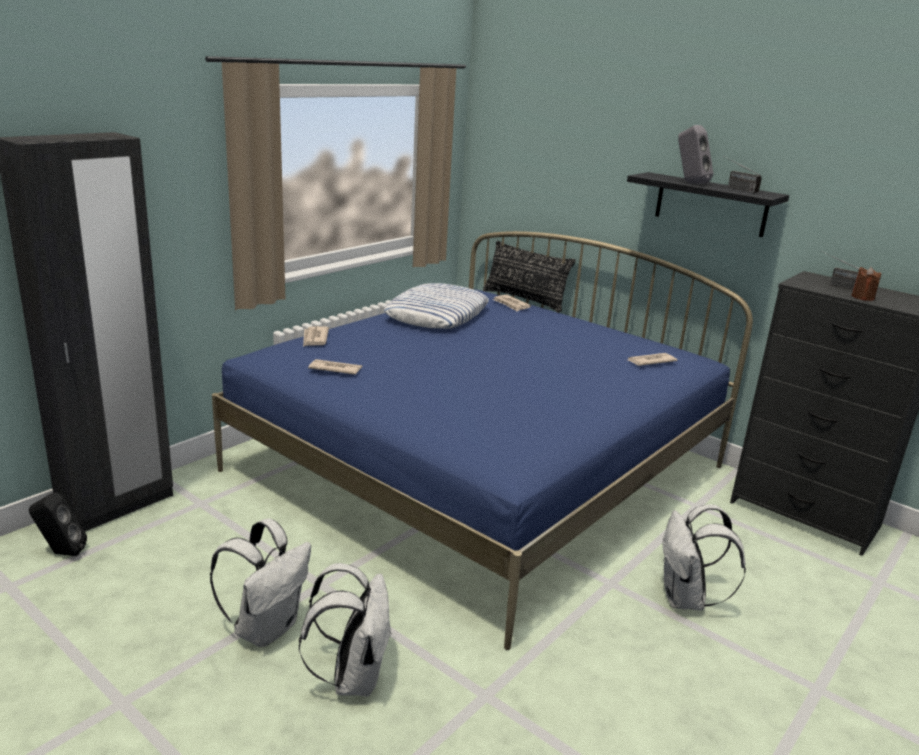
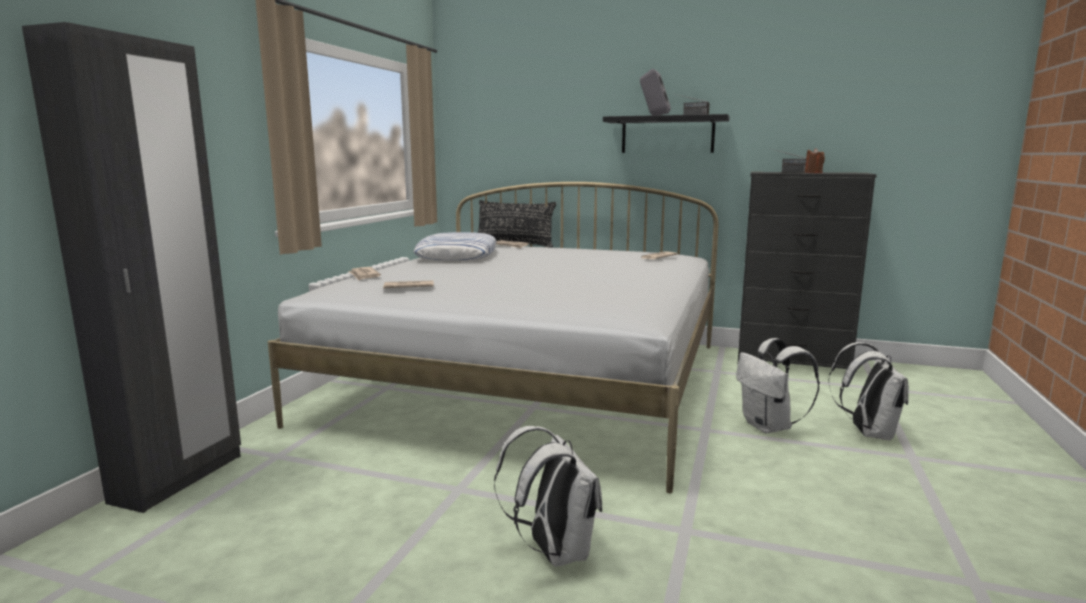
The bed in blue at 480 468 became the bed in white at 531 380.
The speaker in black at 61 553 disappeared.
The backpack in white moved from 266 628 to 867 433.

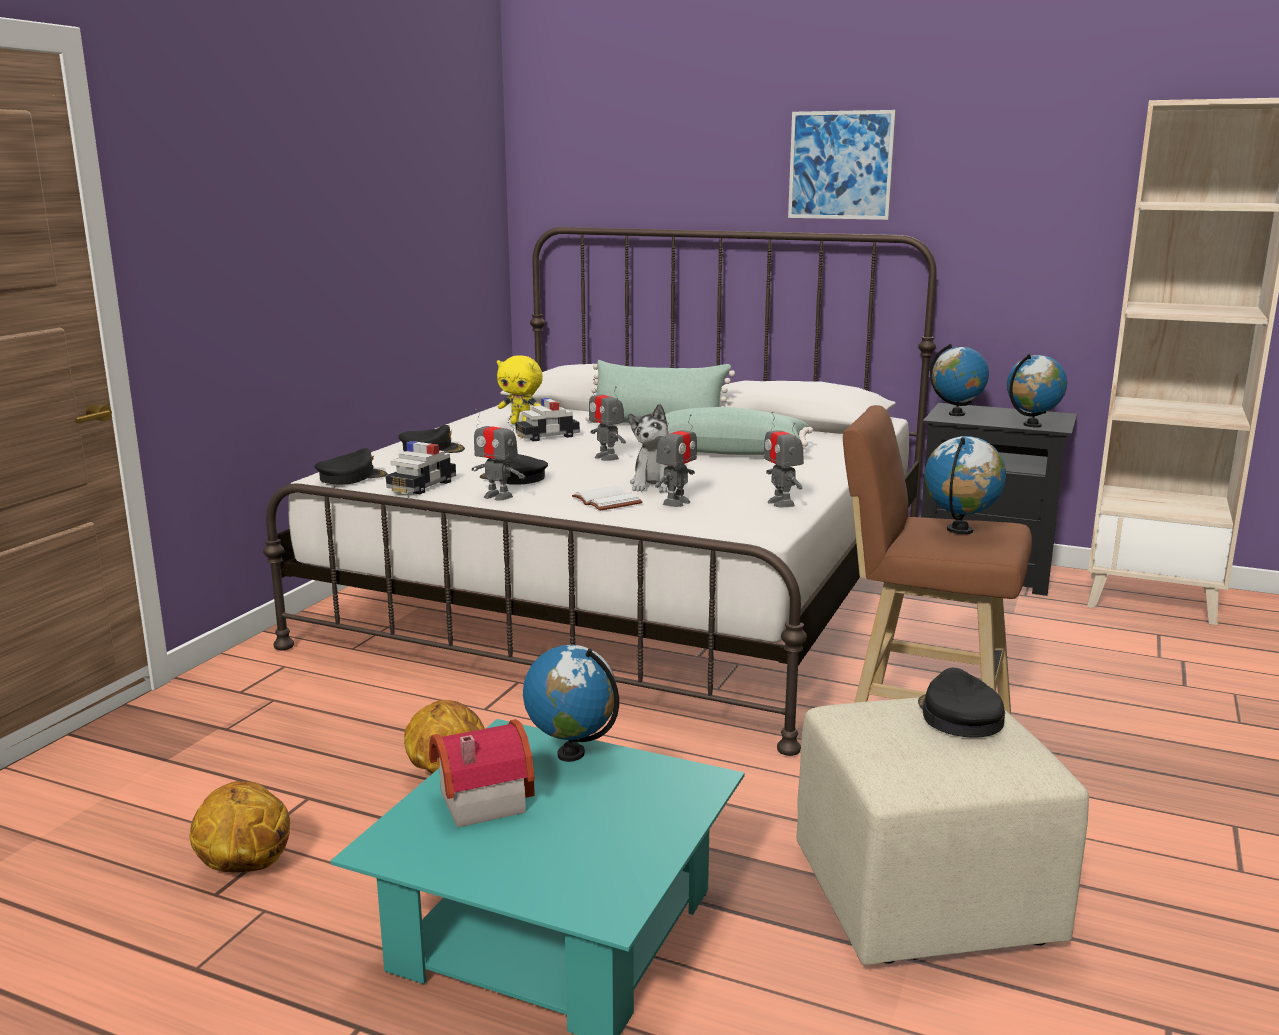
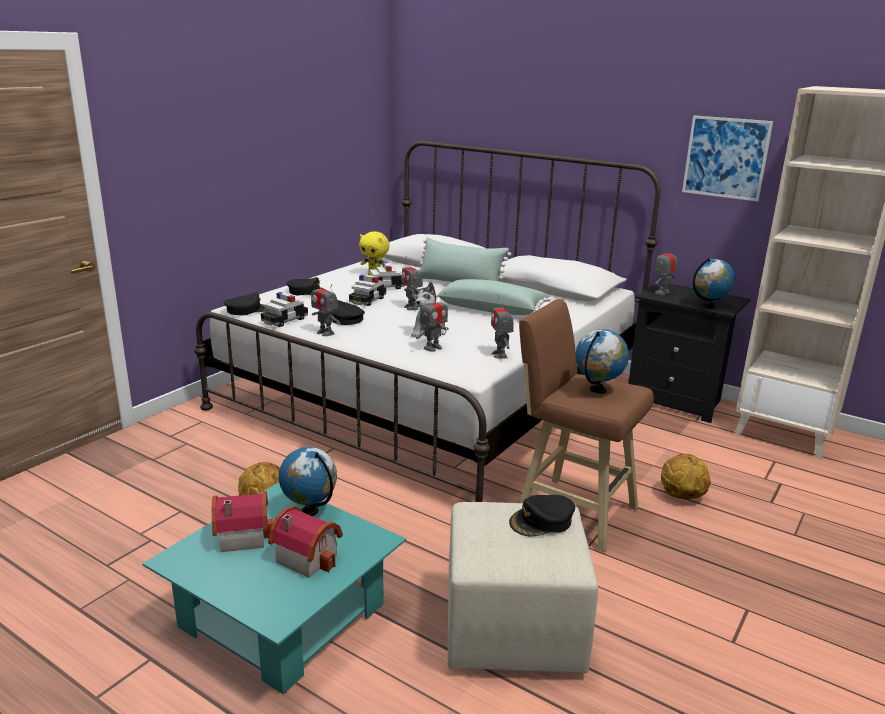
The picture moved from 840 165 to 725 158.
The globe at 956 414 was replaced by the toy robot at 662 292.
The book in white at 604 501 disappeared.
The cap in black at 958 716 turned 120 degrees counterclockwise.
The basketball moved from 244 867 to 681 496.
The toy car at 367 300 appeared.
The toy house at 308 555 appeared.

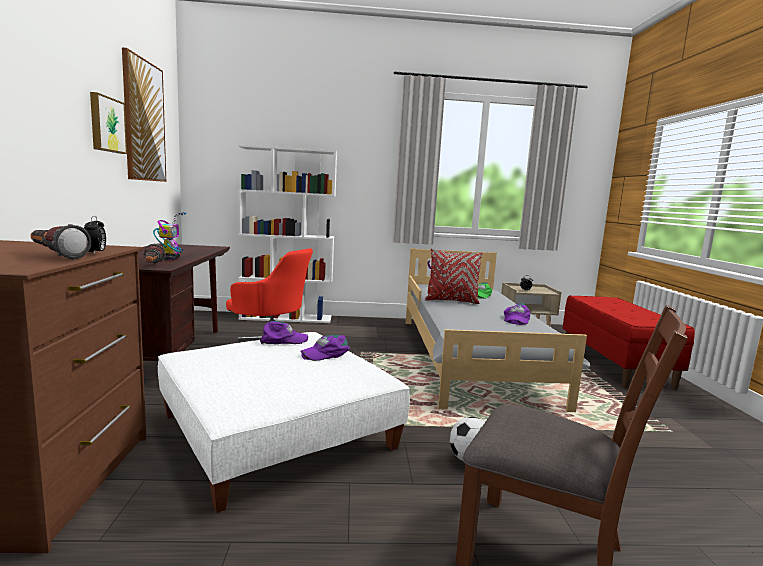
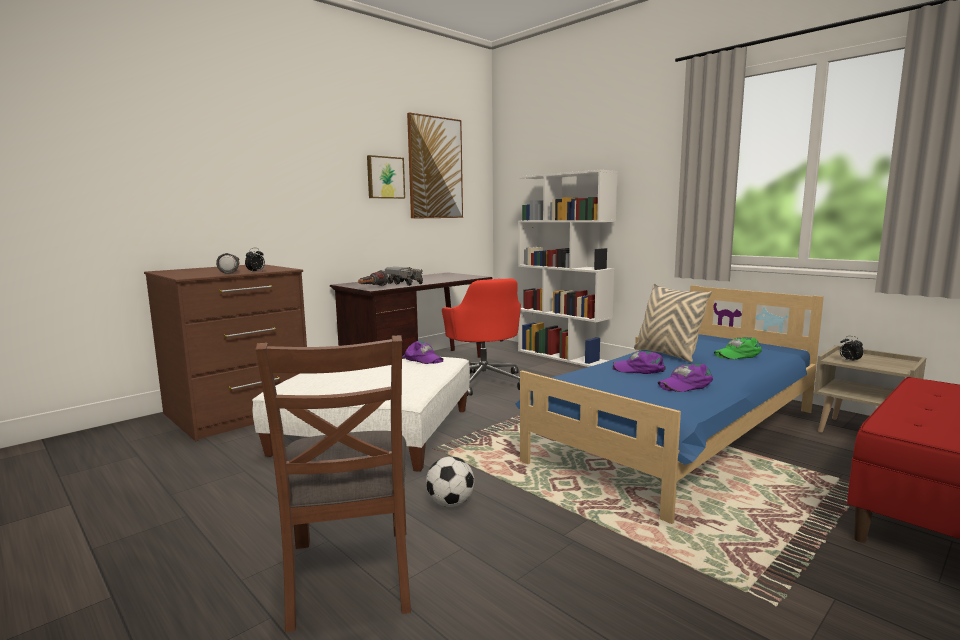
The toy robot at 171 259 was replaced by the toy truck at 405 283.
The bed in grey at 471 357 became the bed in blue at 681 435.
The pillow in red at 451 301 became the pillow in beige at 667 354.
The cap in purple moved from 326 353 to 639 369.

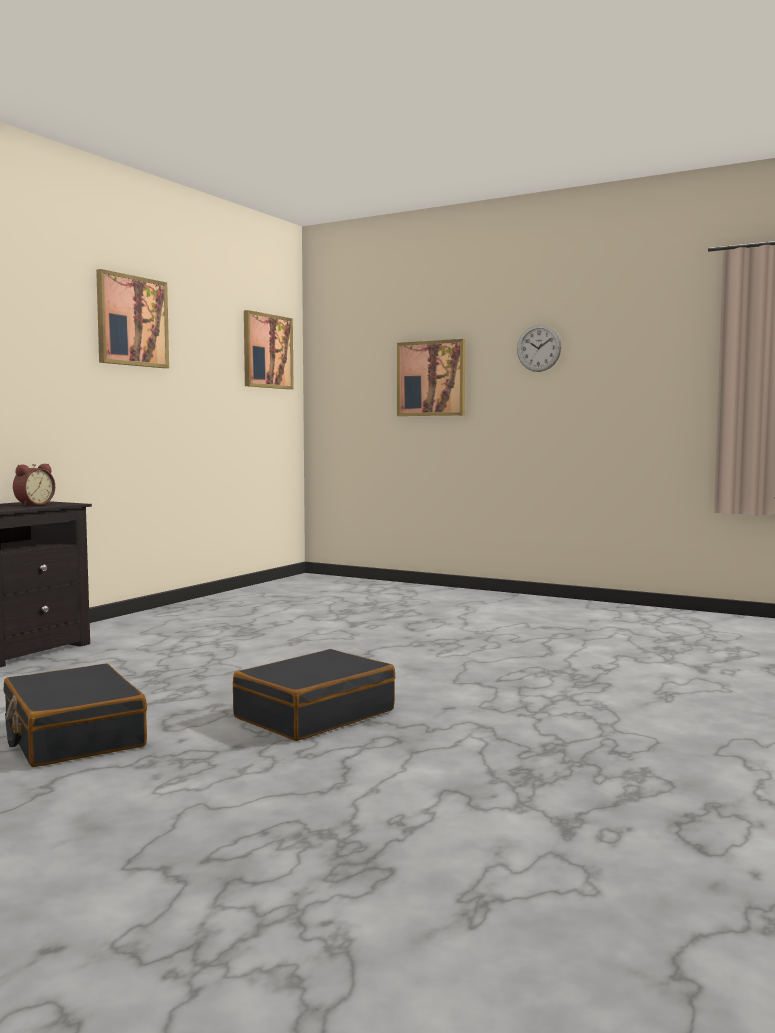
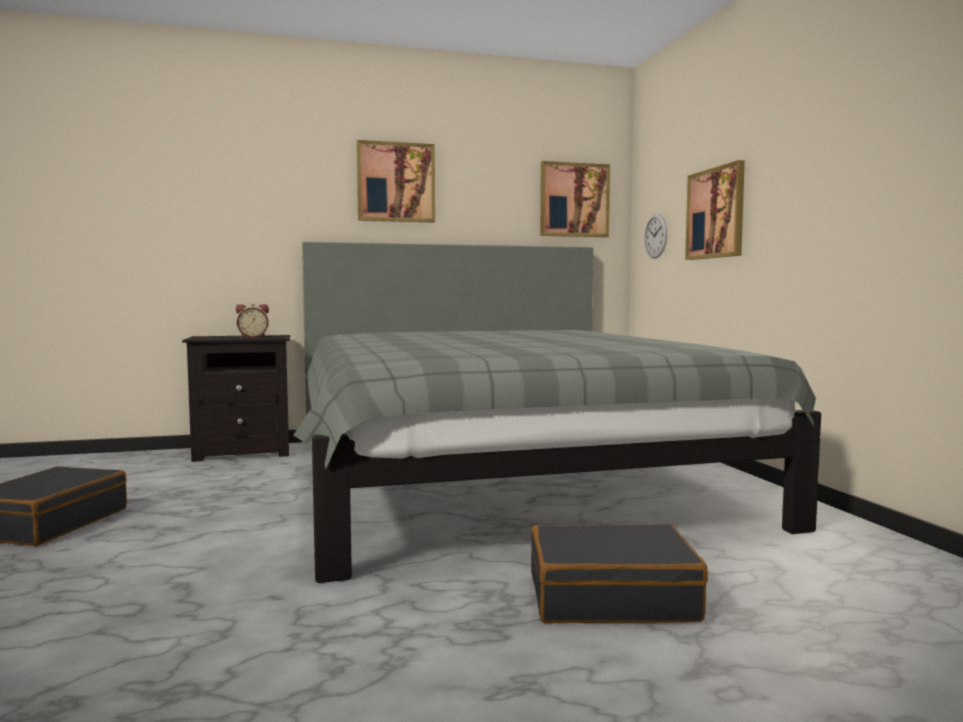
The wall clock moved from 539 348 to 656 236.
The suitcase in black moved from 314 714 to 611 596.
The bed in grey at 500 477 appeared.

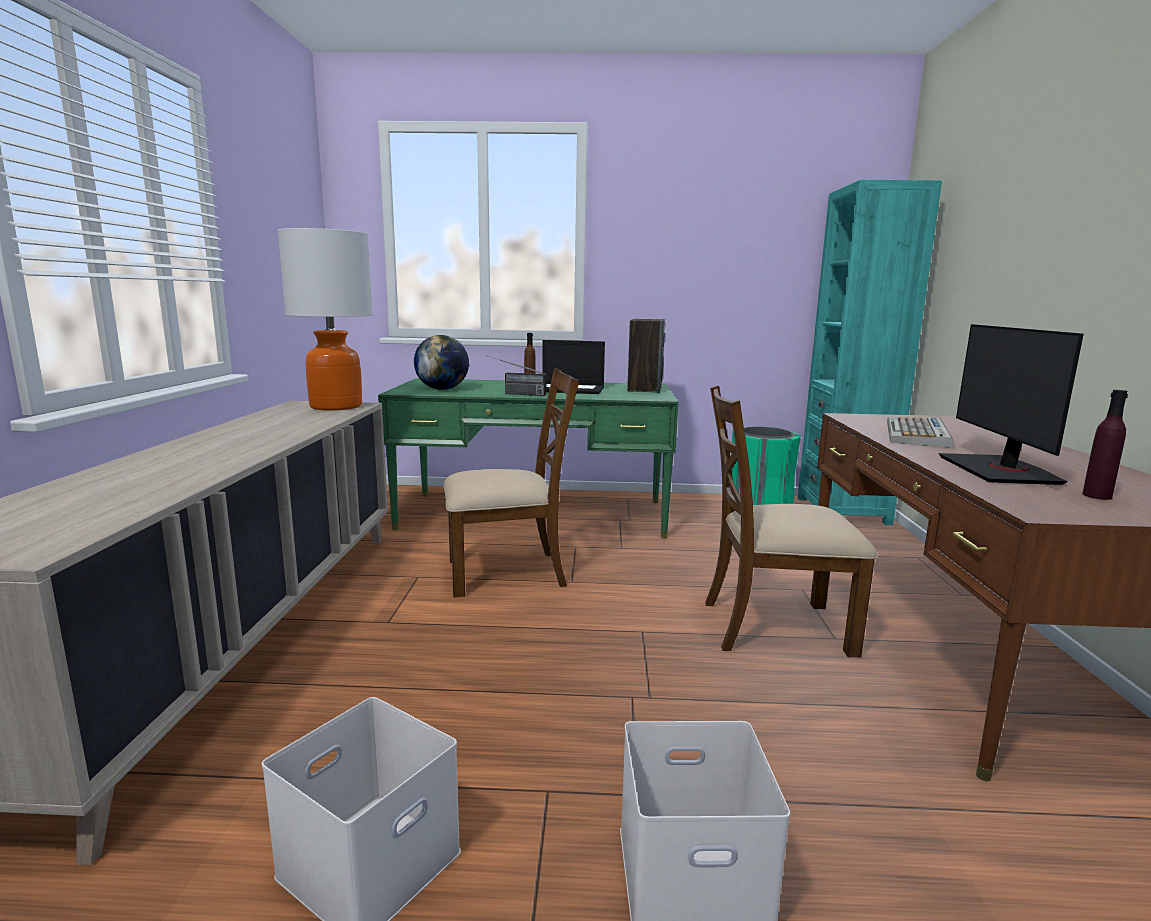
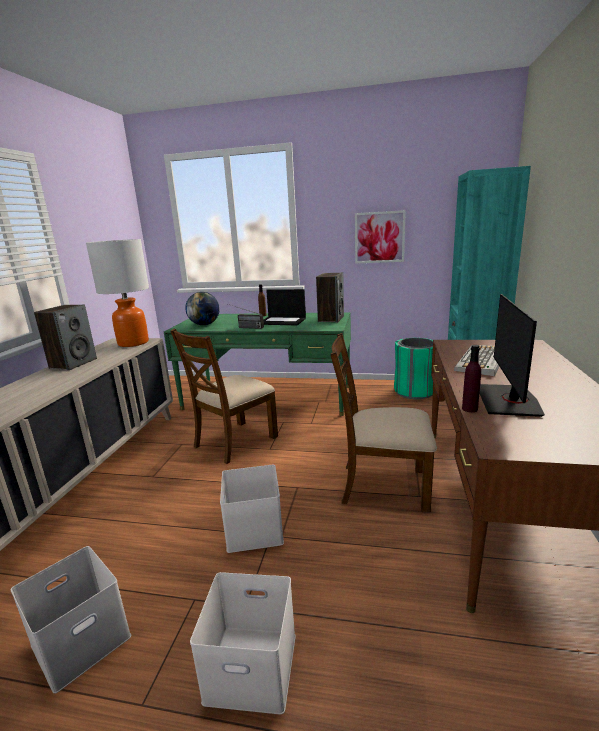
The chair in brown at 508 572 turned 135 degrees clockwise.
The bottle in purple moved from 1096 496 to 469 409.
The picture at 379 237 appeared.
The speaker at 73 363 appeared.
The storage box in white at 255 529 appeared.

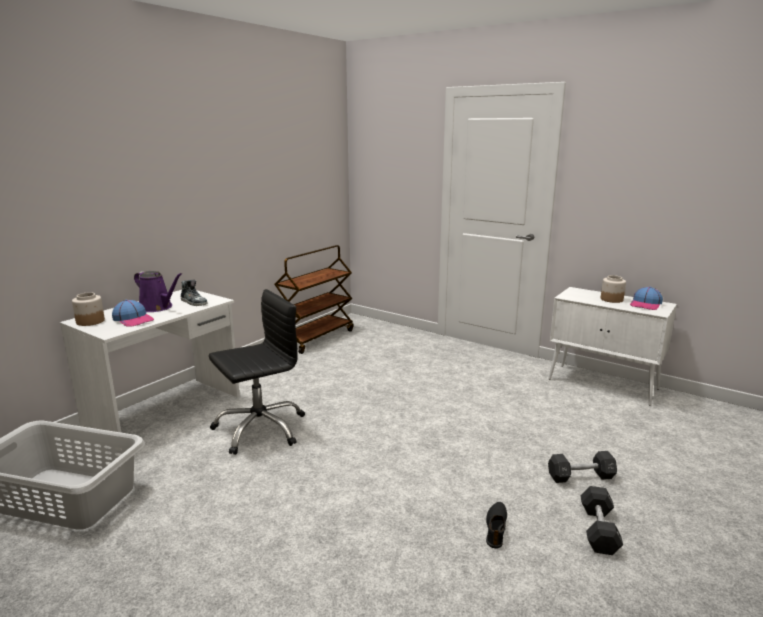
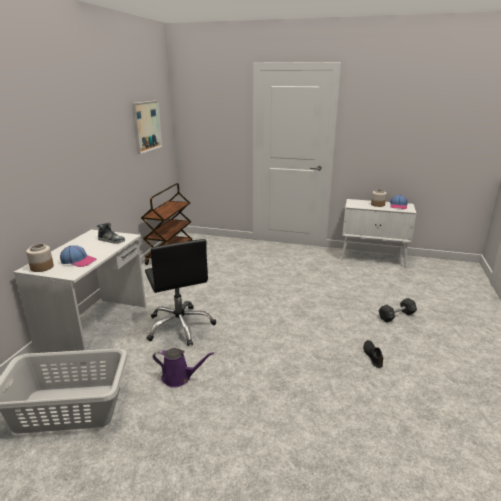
The watering can in purple moved from 158 307 to 179 377.
The office chair in black at 260 428 turned 120 degrees clockwise.
The dumbbell in black at 598 530 disappeared.
The picture at 146 126 appeared.

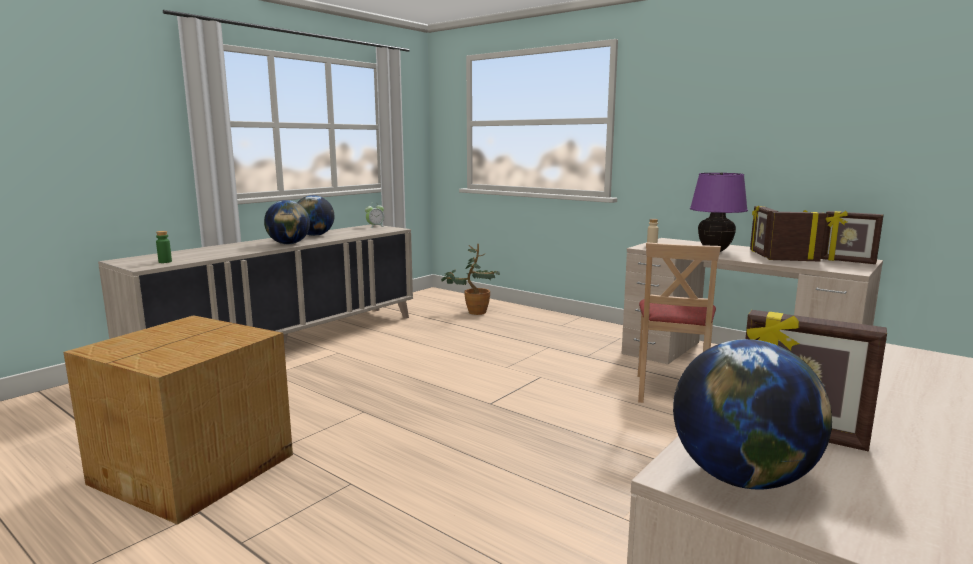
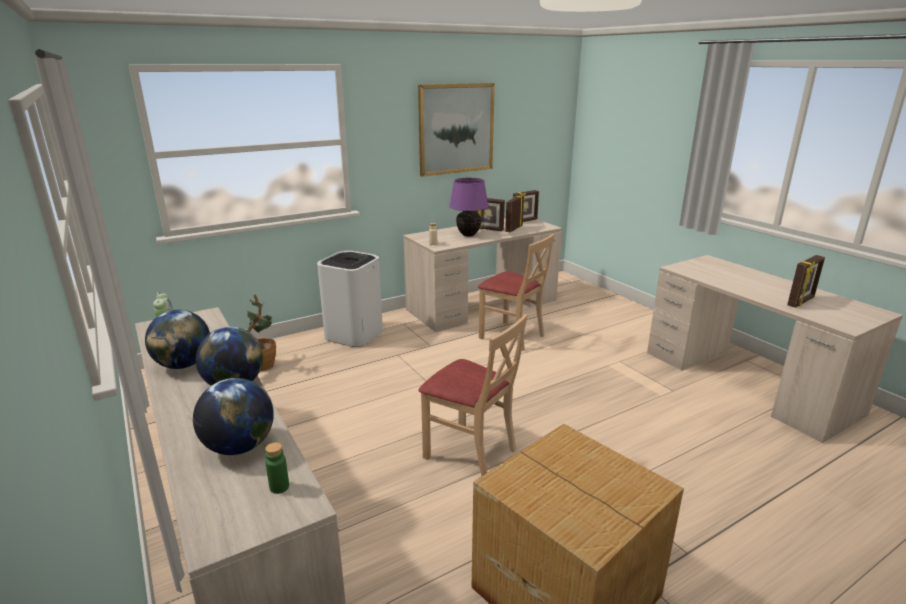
The globe moved from 742 478 to 239 447.
The picture at 456 129 appeared.
The trash can in white at 354 334 appeared.
The chair in beige at 470 452 appeared.

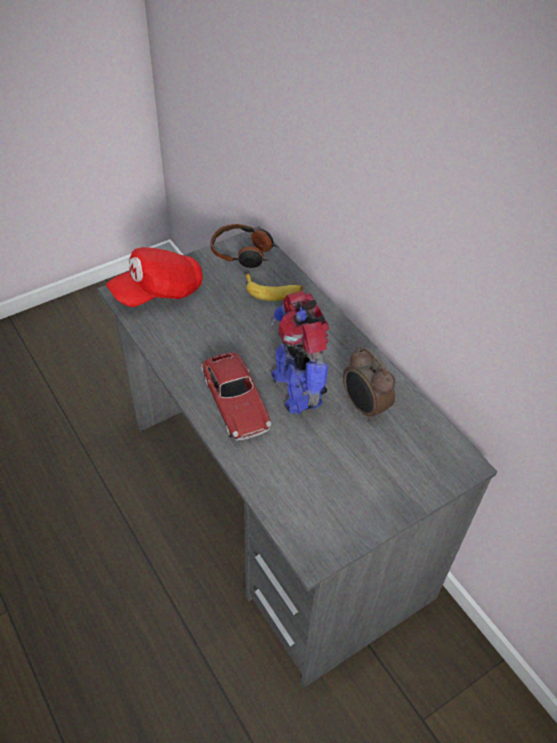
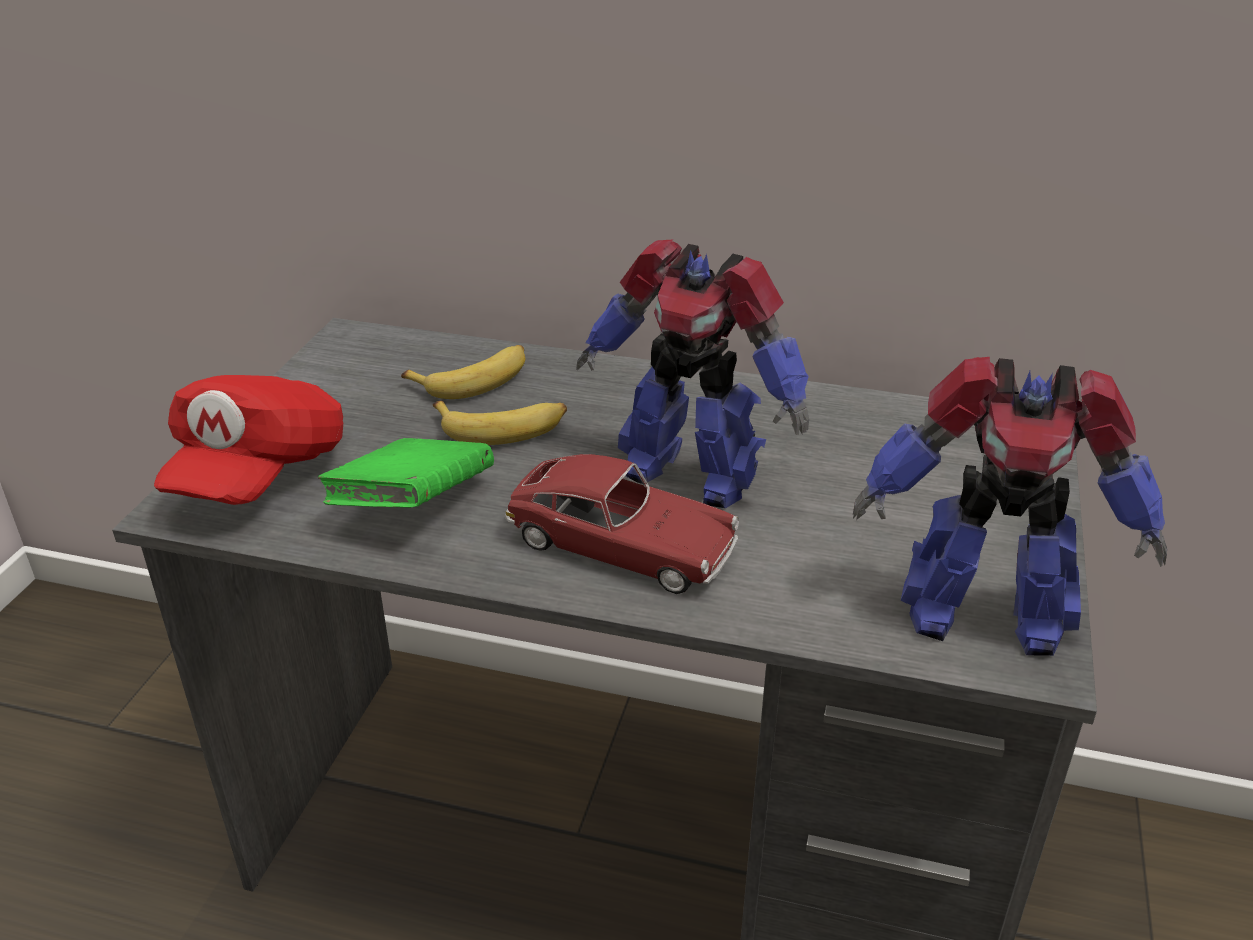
The headphones at 243 253 disappeared.
The alarm clock at 364 407 disappeared.
The toy robot at 981 614 appeared.
The banana at 502 428 appeared.
The book in green at 413 507 appeared.

